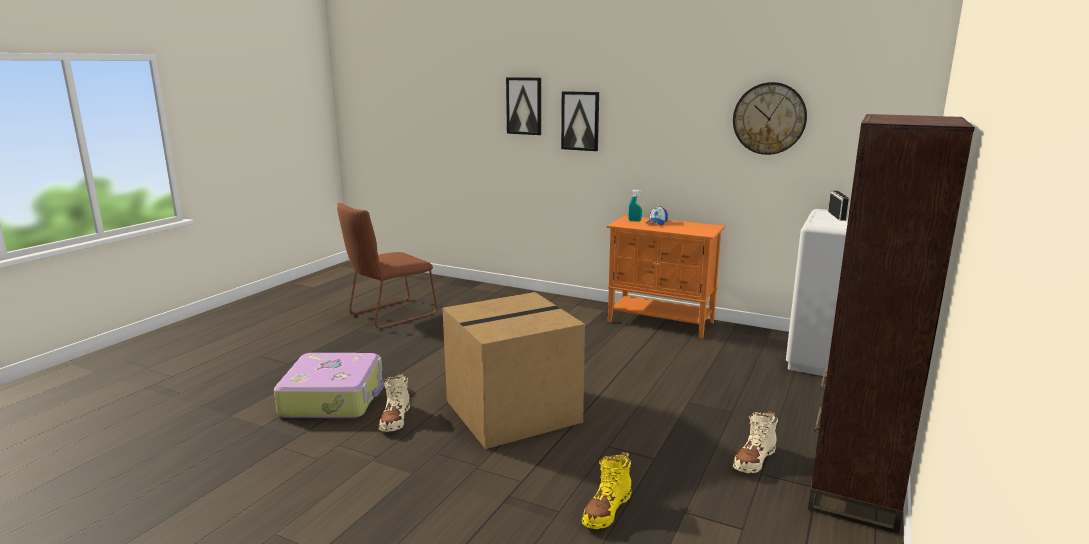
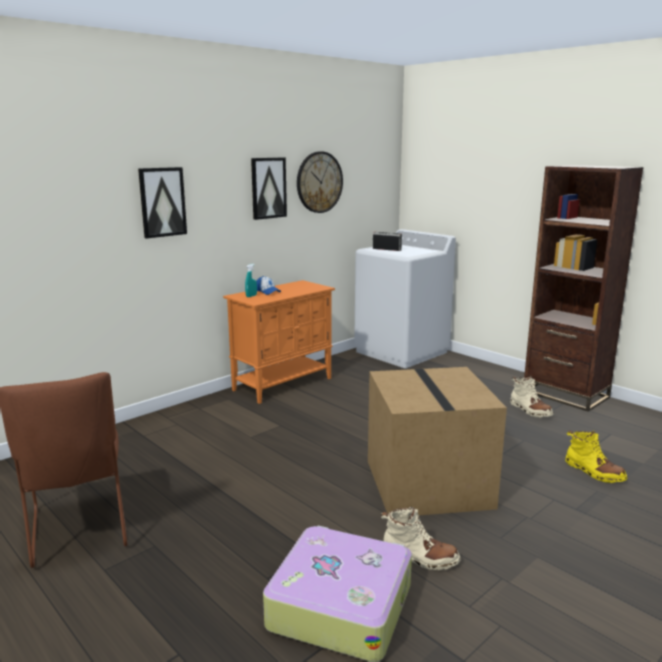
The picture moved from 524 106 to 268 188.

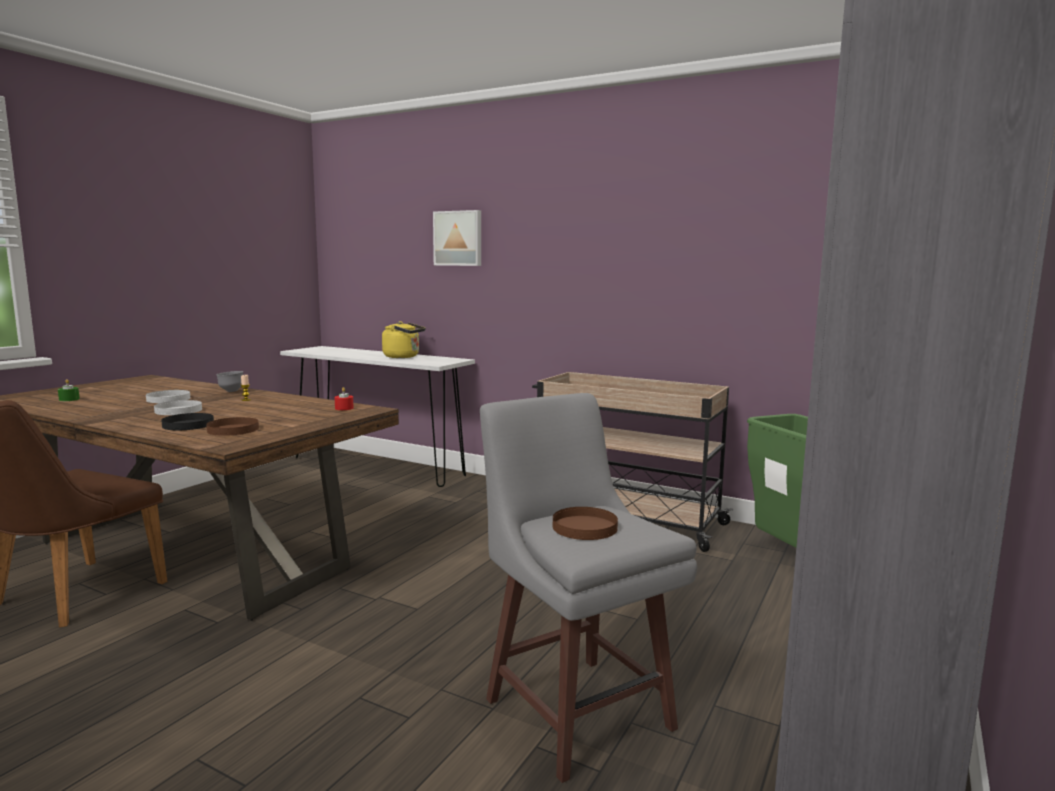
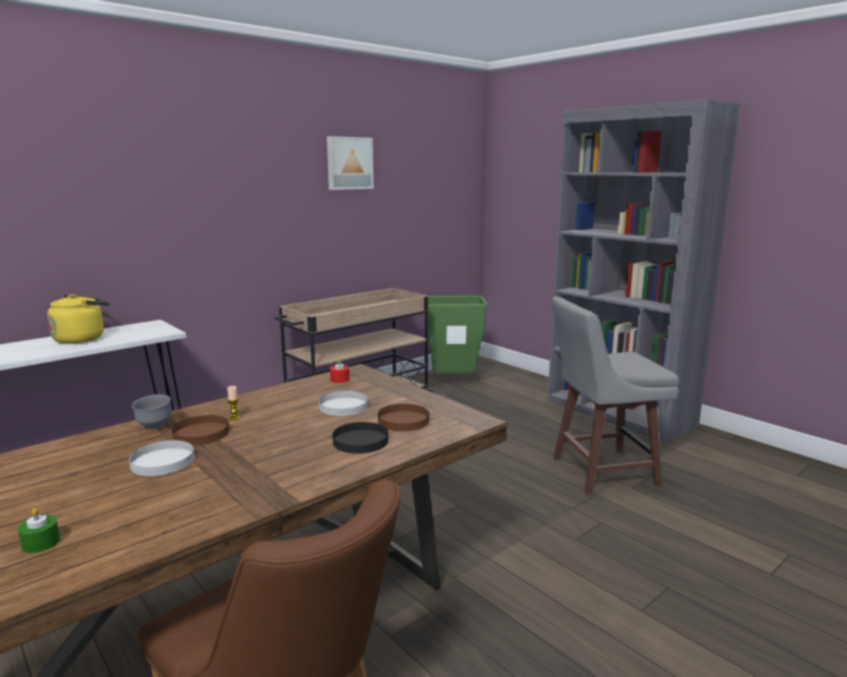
The picture moved from 458 238 to 349 163.
The plate in white moved from 178 410 to 343 406.
The plate in brown moved from 584 527 to 200 433.

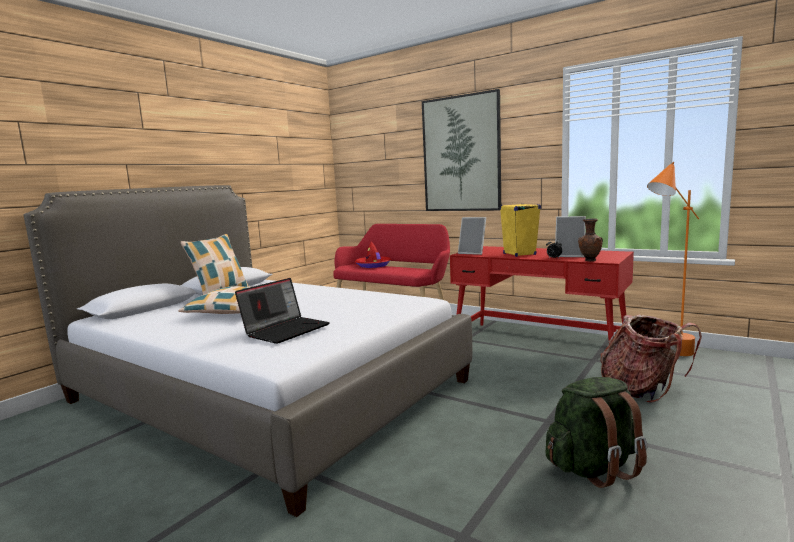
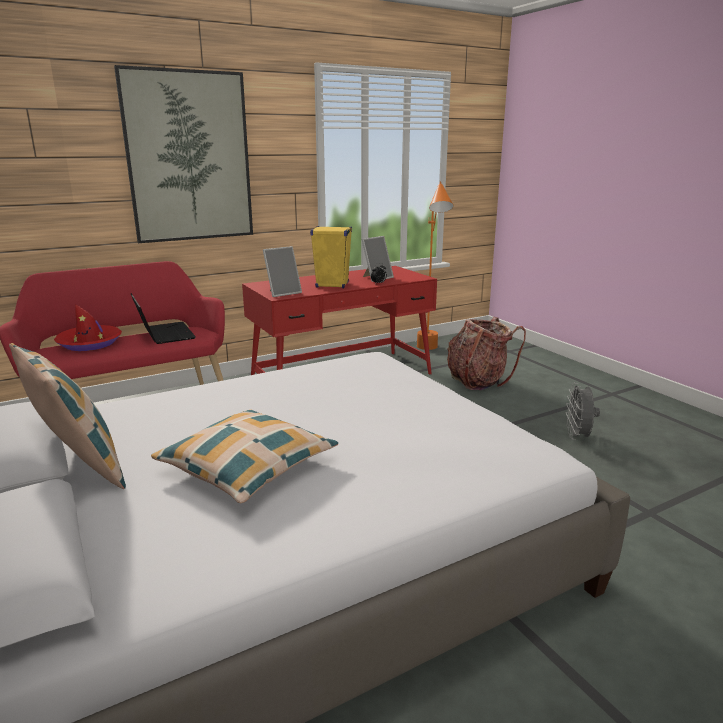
The vase in brown at 589 261 disappeared.
The laptop moved from 286 330 to 164 334.
The backpack in green at 593 468 was replaced by the fan in grey at 578 437.

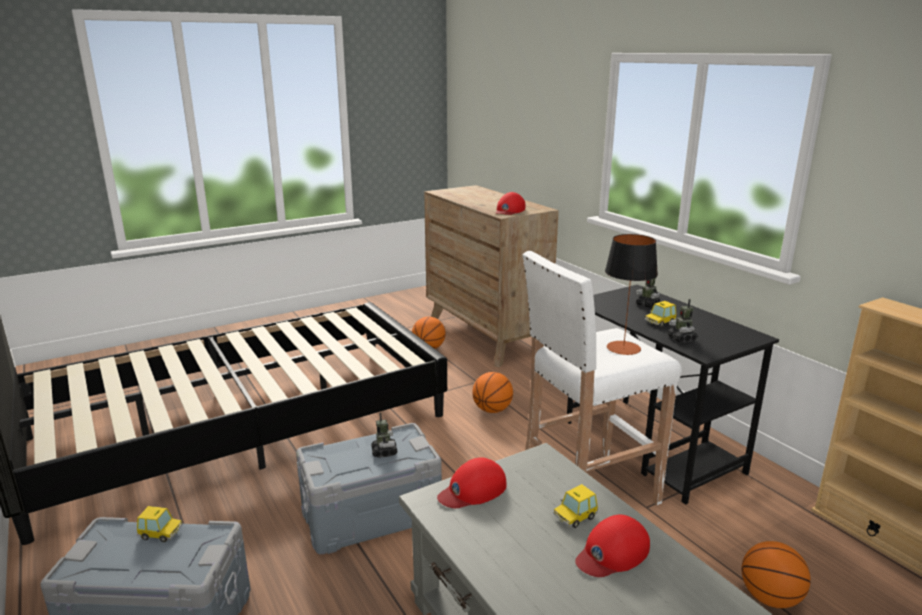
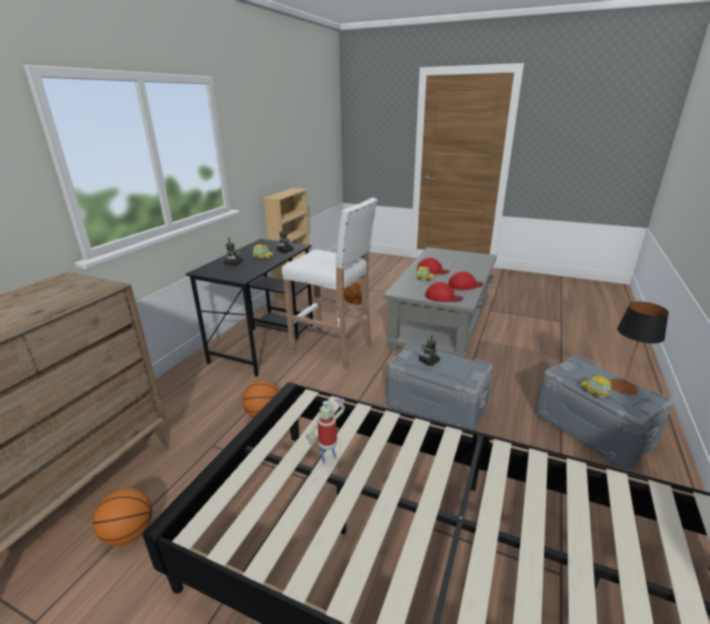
The cap in red moved from 509 210 to 465 285.
The table lamp moved from 623 348 to 622 387.
The toy robot at 328 459 appeared.

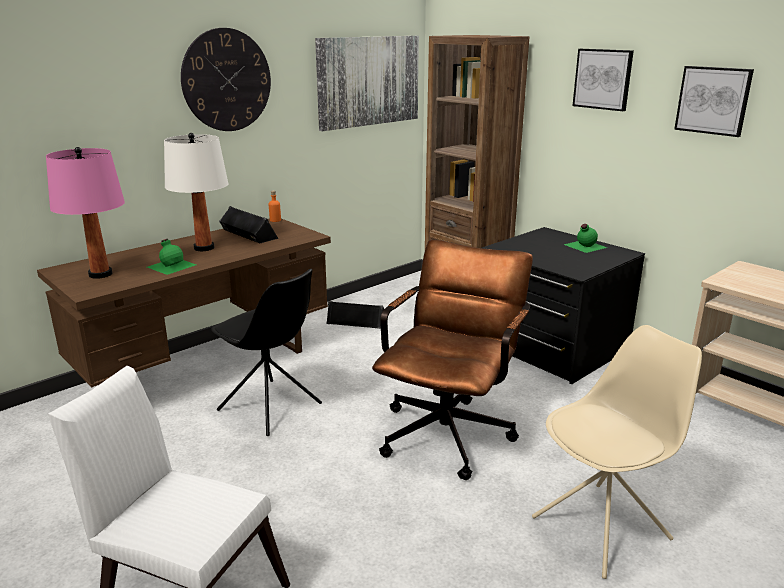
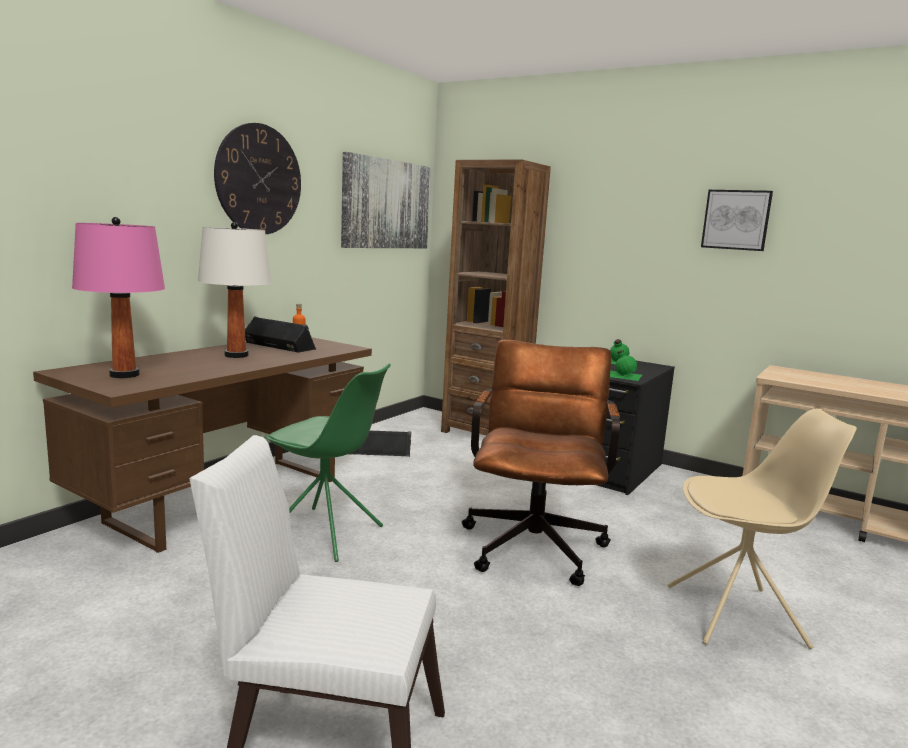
The picture at 603 79 disappeared.
The bottle in green moved from 171 265 to 623 375.
The chair in black at 271 408 became the chair in green at 326 534.
The chair in beige at 603 527 turned 45 degrees clockwise.

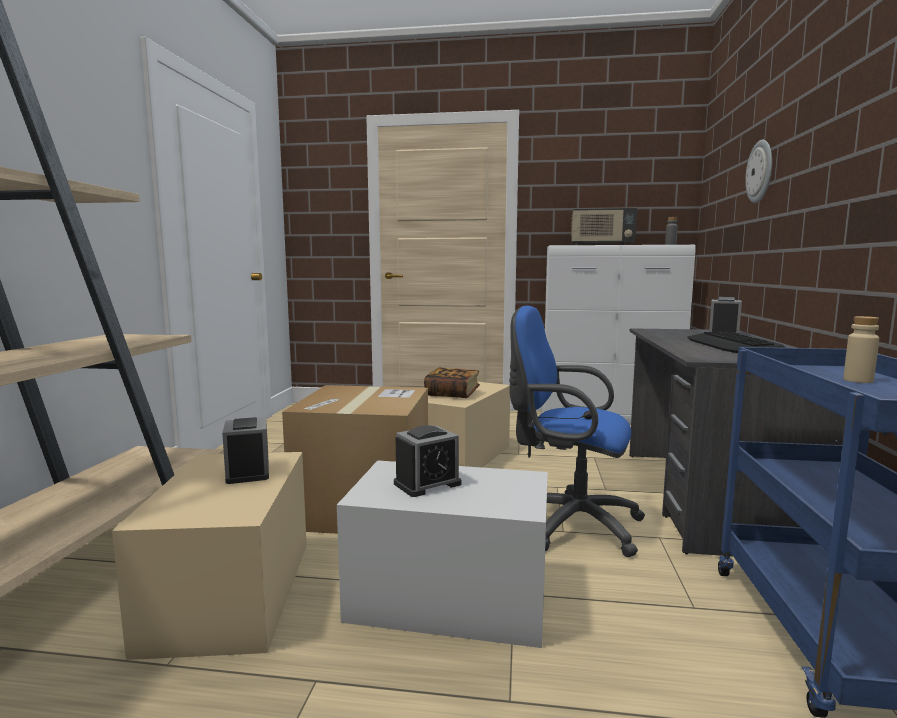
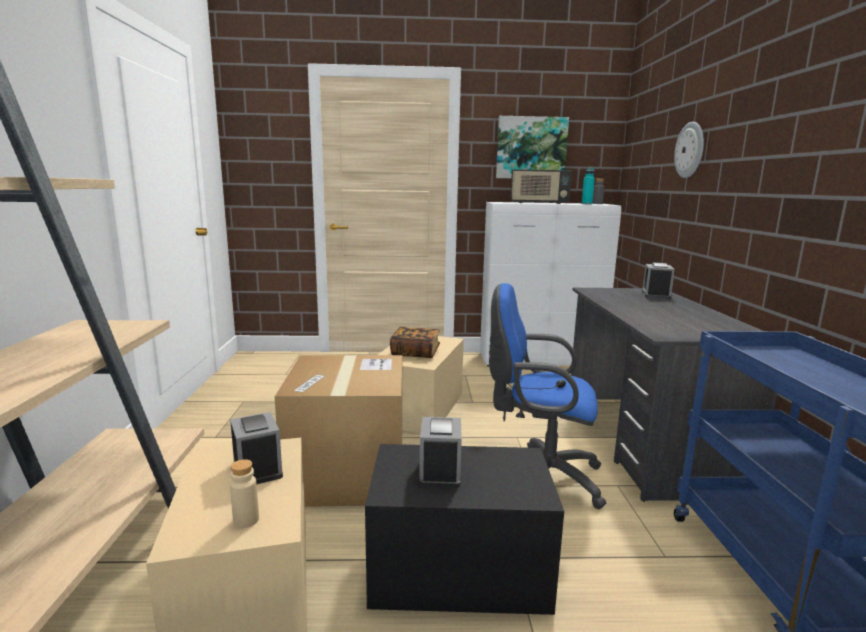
The bottle in beige moved from 858 380 to 246 520.
The keyboard at 731 345 disappeared.
The alarm clock at 427 484 turned 45 degrees counterclockwise.
The storage box in white at 449 597 became the storage box in black at 458 568.
The picture at 531 148 appeared.
The bottle in turquoise at 586 204 appeared.

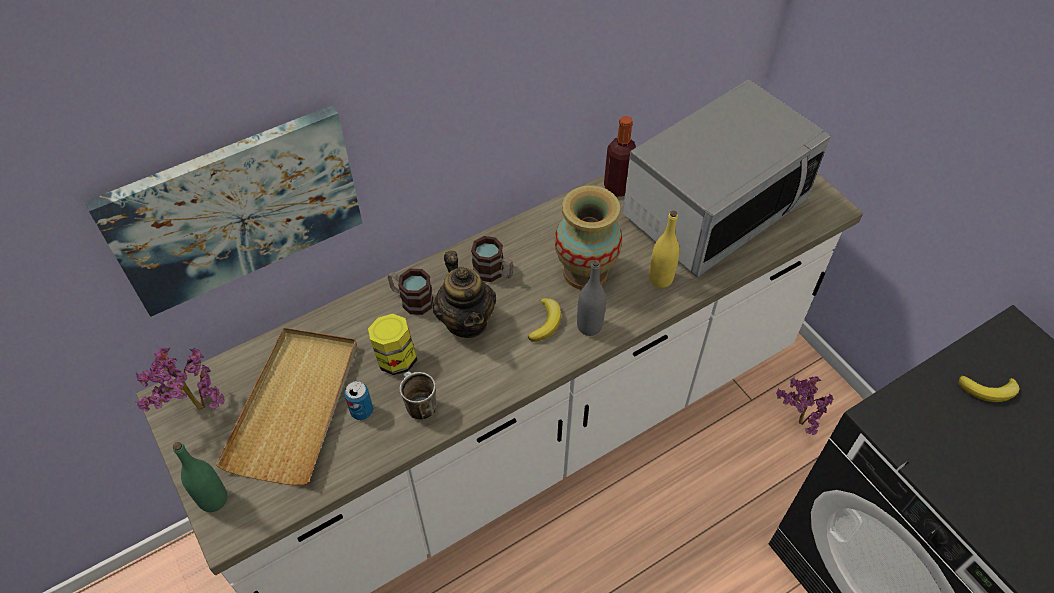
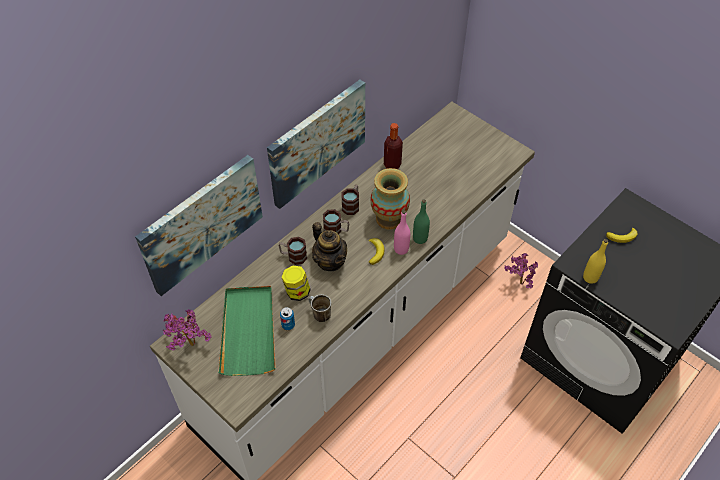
The microwave at 713 209 disappeared.
The bottle in yellow moved from 660 279 to 590 277.
The bottle in grey at 589 326 became the bottle in pink at 401 249.
The tray in beige at 295 406 became the tray in green at 248 331.
The bottle in green moved from 213 499 to 420 238.
The picture at 316 142 appeared.
The mug at 352 205 appeared.

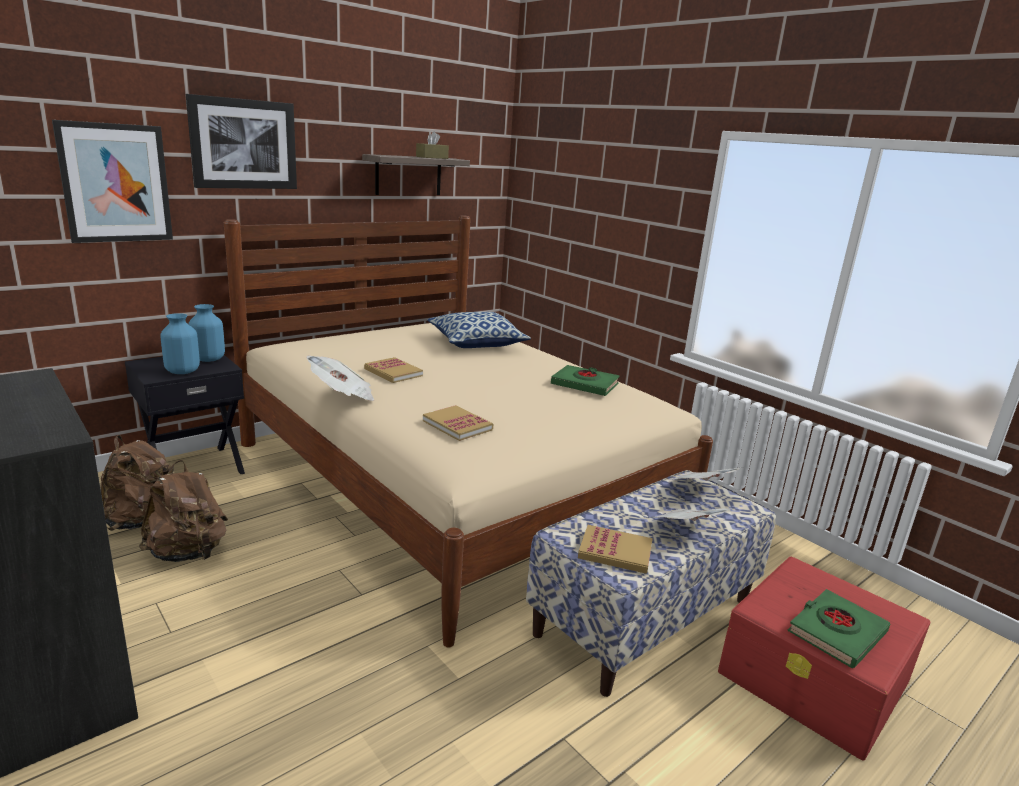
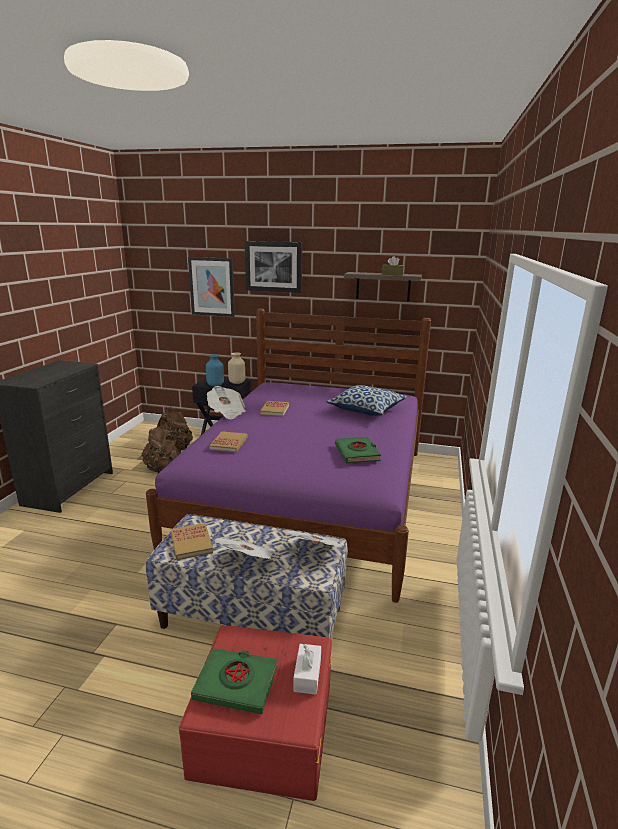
The bed in beige at 453 482 became the bed in purple at 310 496.
The vase in blue at 209 359 became the vase in beige at 237 382.
The tissue box in white at 307 675 appeared.

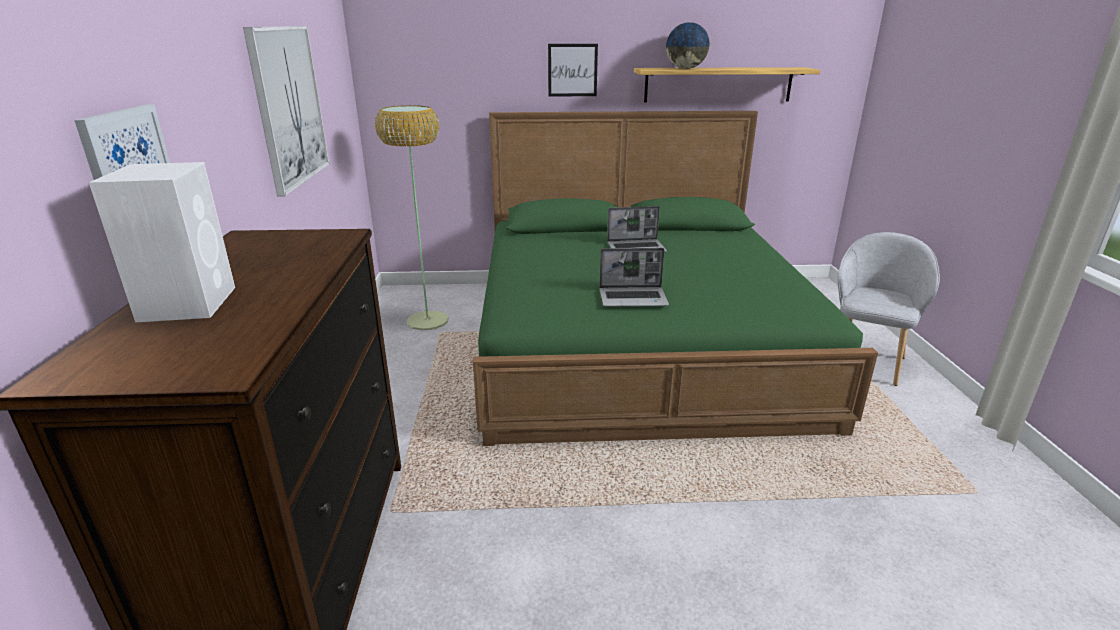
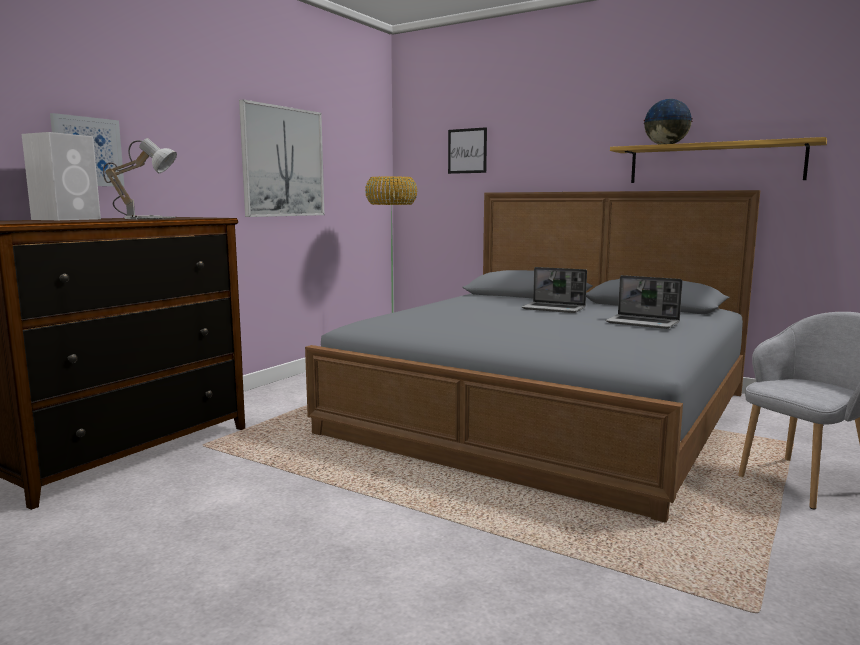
The picture moved from 572 70 to 467 151.
The bed in green at 636 343 became the bed in grey at 545 412.
The laptop moved from 633 298 to 643 323.
The table lamp at 147 218 appeared.

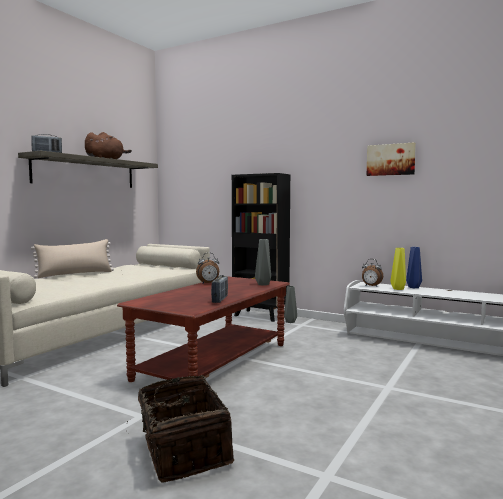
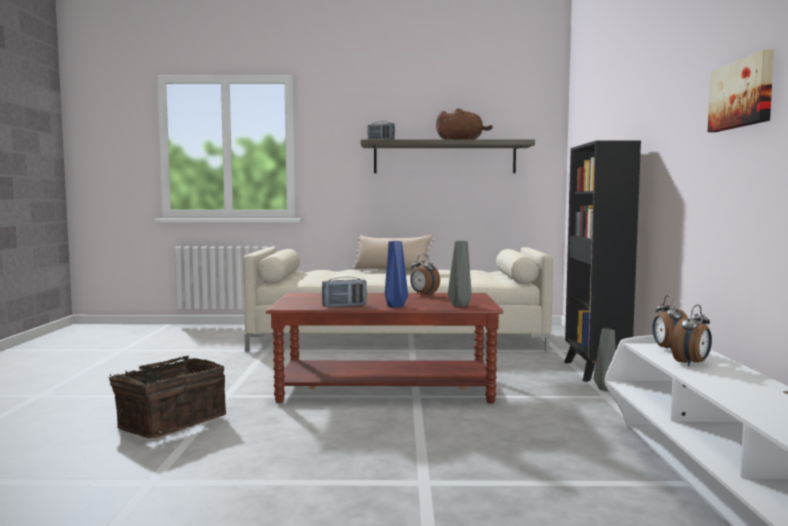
The vase in blue moved from 413 287 to 396 306.
The vase in yellow at 399 289 was replaced by the alarm clock at 692 363.

